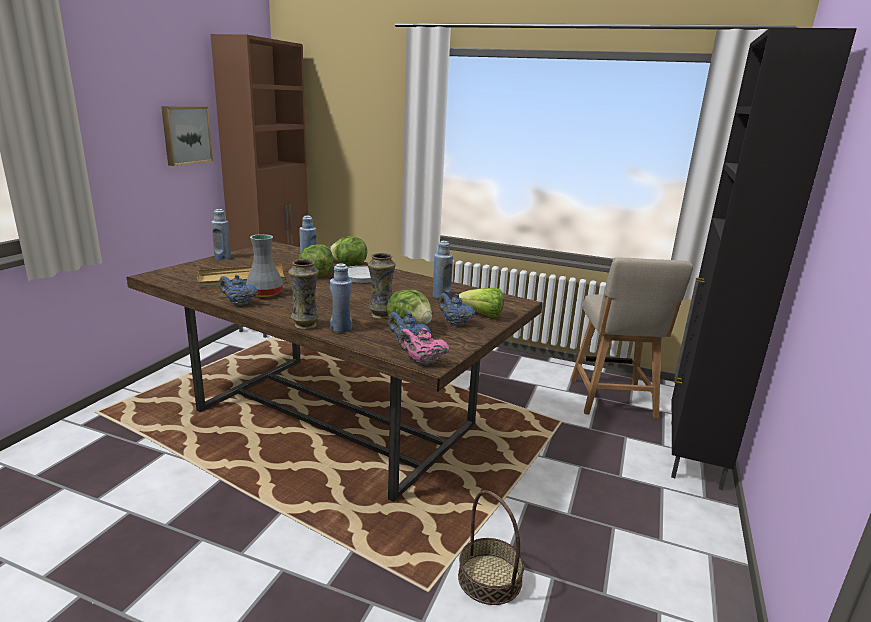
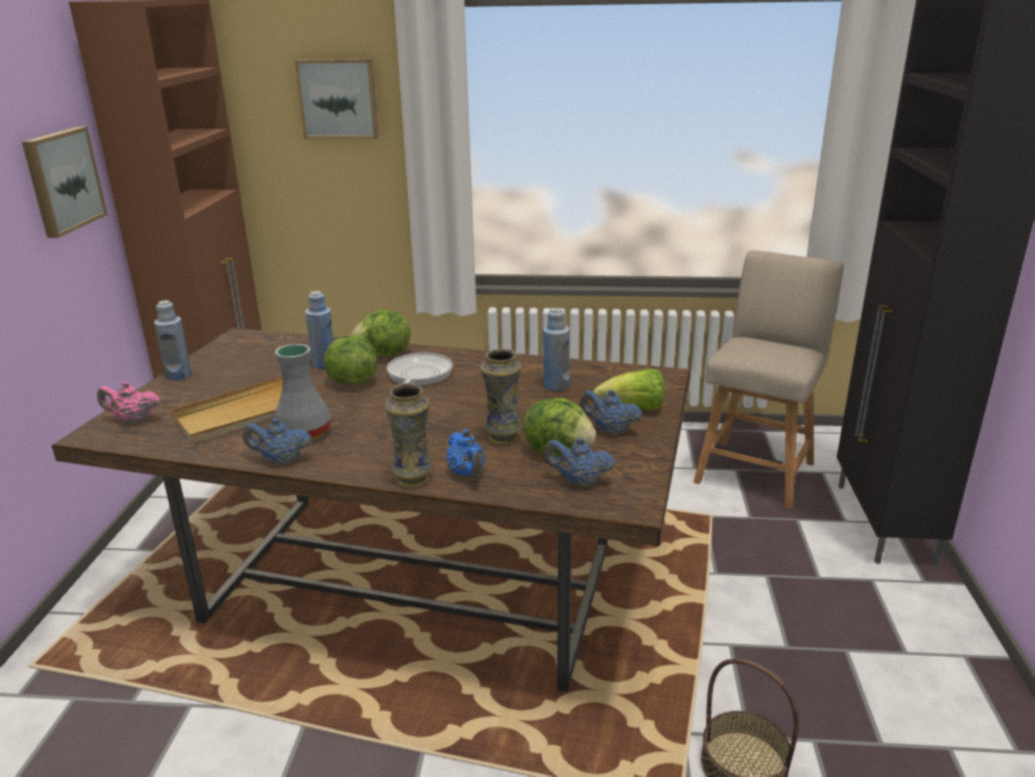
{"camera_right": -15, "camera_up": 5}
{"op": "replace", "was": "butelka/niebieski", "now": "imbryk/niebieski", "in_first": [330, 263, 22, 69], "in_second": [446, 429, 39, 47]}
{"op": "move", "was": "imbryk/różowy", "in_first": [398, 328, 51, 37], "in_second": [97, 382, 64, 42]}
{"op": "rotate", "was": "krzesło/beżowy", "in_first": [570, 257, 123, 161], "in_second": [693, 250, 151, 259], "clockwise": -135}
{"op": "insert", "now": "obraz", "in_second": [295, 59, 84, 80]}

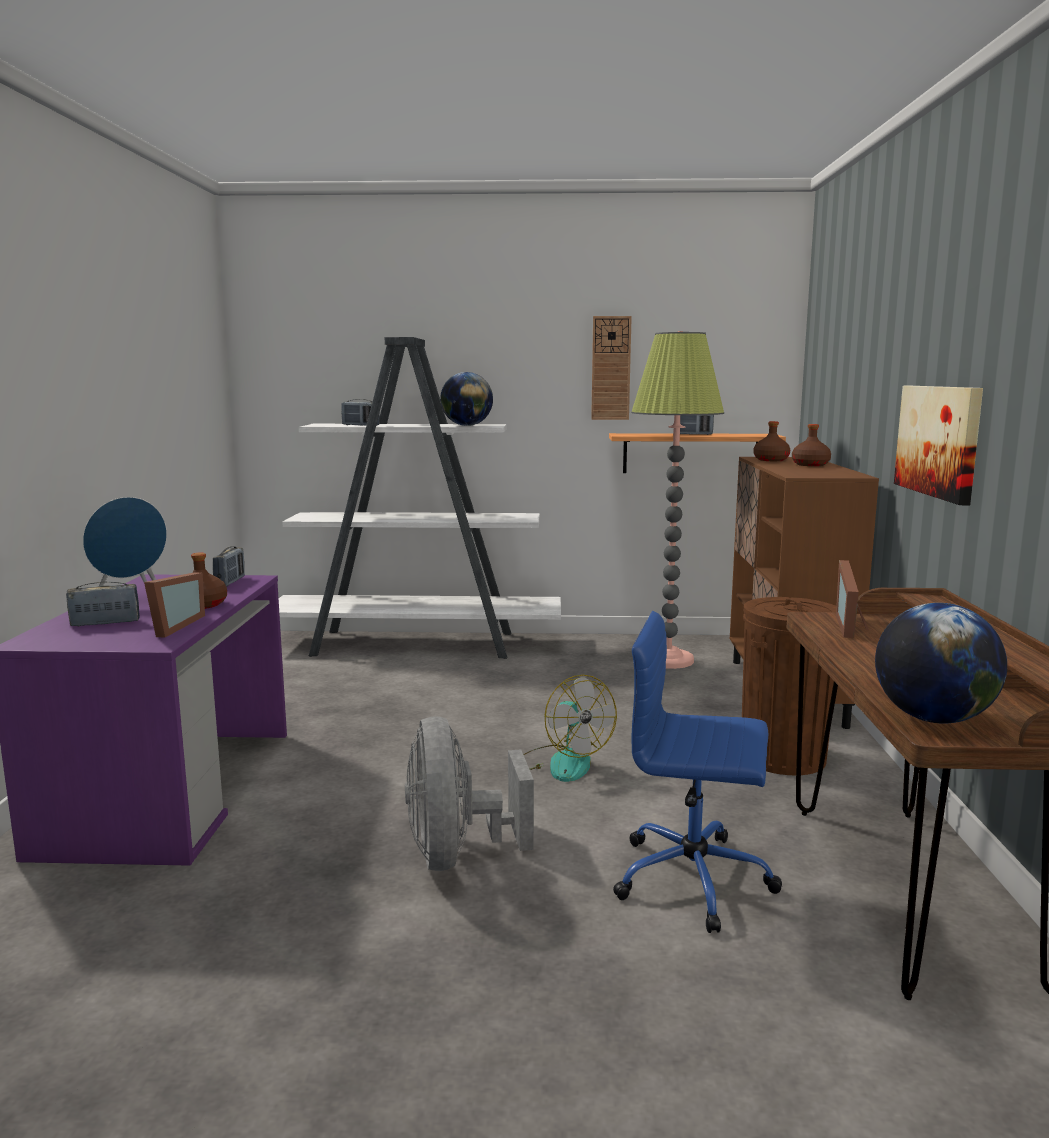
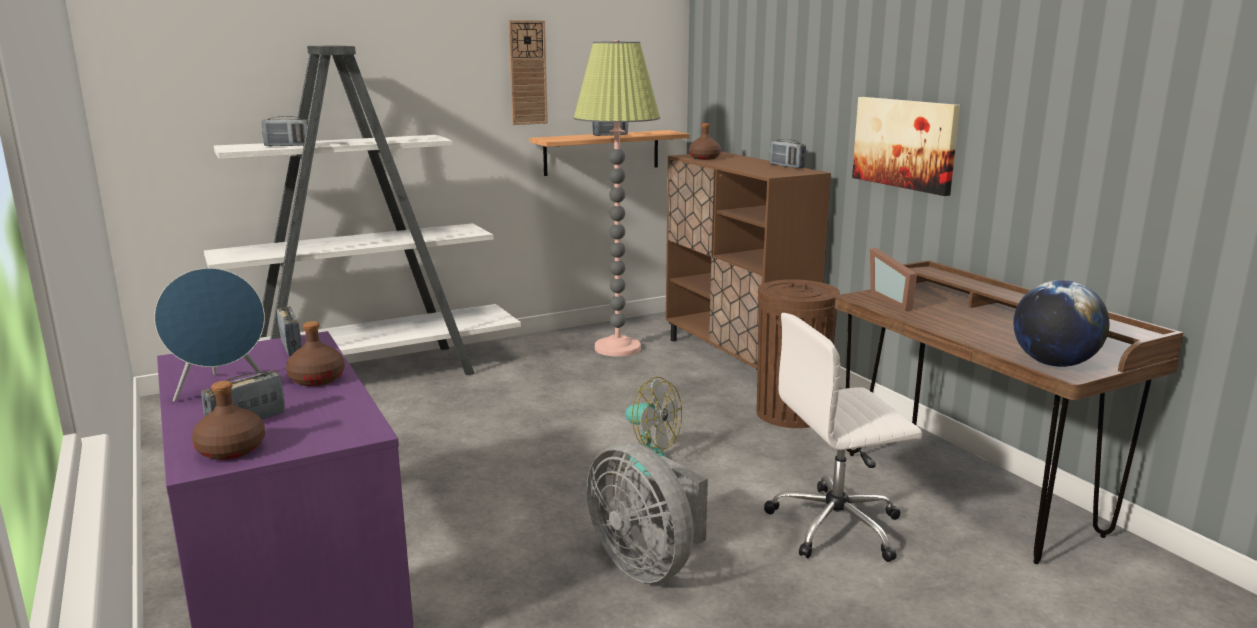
{"camera_right": -30, "camera_up": 5}
{"op": "delete", "was": "ramka na zdjęcie", "in_first": [144, 572, 61, 65]}
{"op": "delete", "was": "globus", "in_first": [440, 372, 53, 54]}
{"op": "recolor", "was": "krzesło biurowe/niebieski", "now": "krzesło biurowe/biały", "in_first": [613, 611, 169, 322], "in_second": [764, 313, 158, 249]}
{"op": "move", "was": "butelka/brązowy", "in_first": [792, 424, 39, 42], "in_second": [192, 381, 73, 79]}
{"op": "insert", "now": "radio", "in_second": [770, 139, 36, 29]}

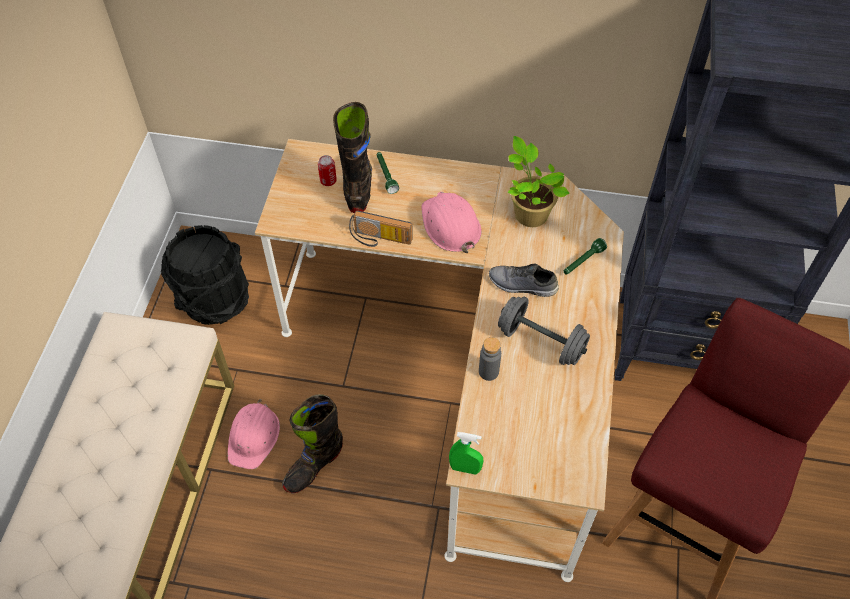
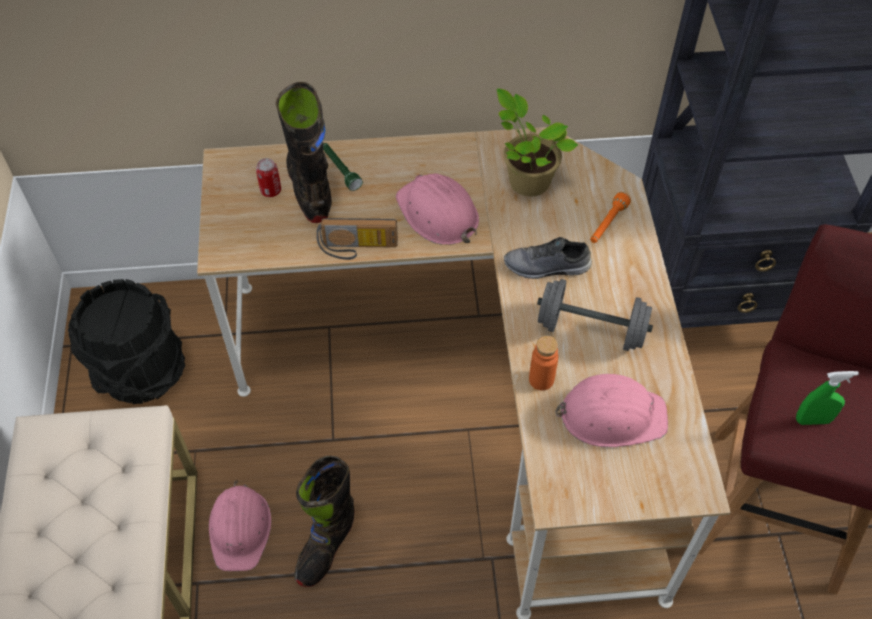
{"camera_right": -15, "camera_up": 0}
{"op": "move", "was": "spryskiwacz/zielony", "in_first": [449, 432, 34, 42], "in_second": [796, 371, 63, 54]}
{"op": "recolor", "was": "butelka/szary", "now": "butelka/pomarańczowy", "in_first": [479, 337, 22, 44], "in_second": [529, 336, 30, 55]}
{"op": "recolor", "was": "latarka/zielony", "now": "latarka/pomarańczowy", "in_first": [564, 238, 43, 37], "in_second": [590, 192, 41, 51]}
{"op": "insert", "now": "kask/różowy", "in_second": [555, 374, 113, 73]}

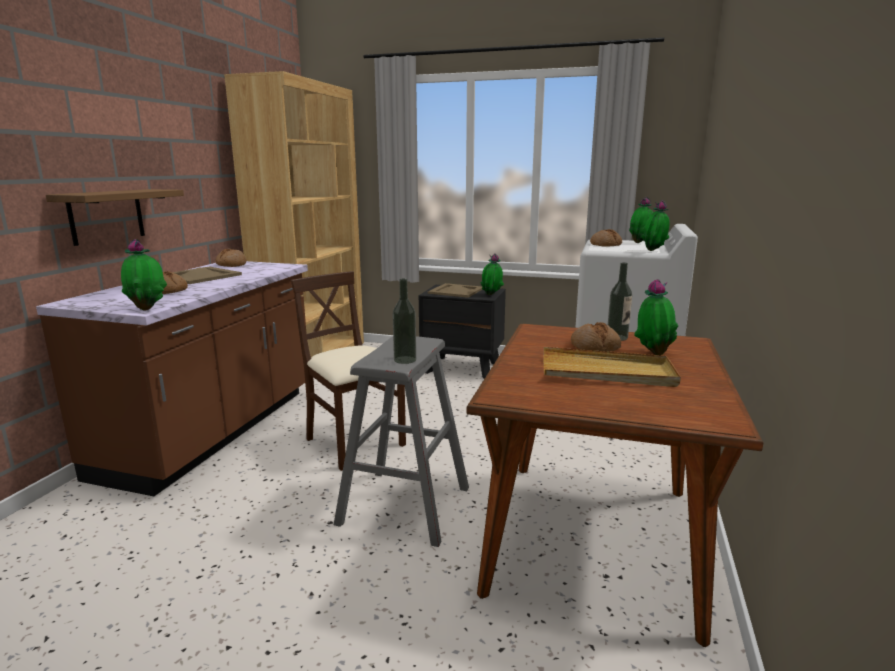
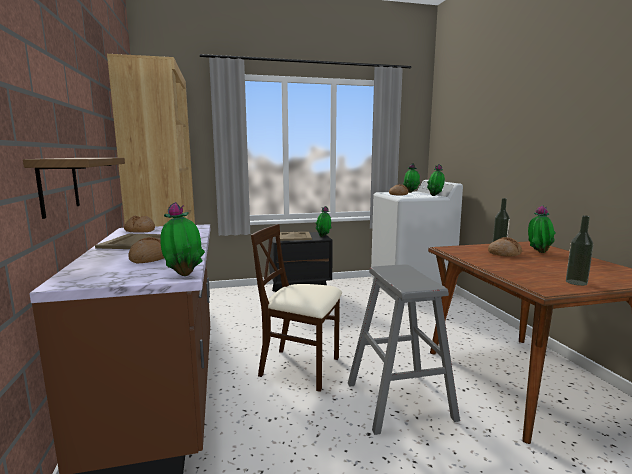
{"camera_right": -30, "camera_up": -5}
{"op": "move", "was": "butelka", "in_first": [393, 279, 23, 85], "in_second": [566, 216, 27, 70]}
{"op": "delete", "was": "taca/beżowy", "in_first": [544, 347, 137, 40]}

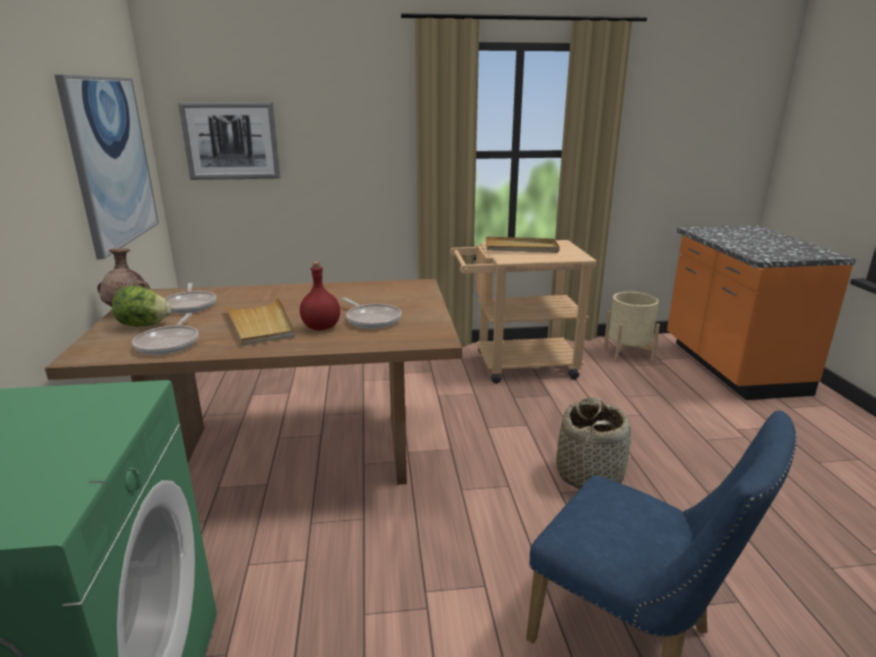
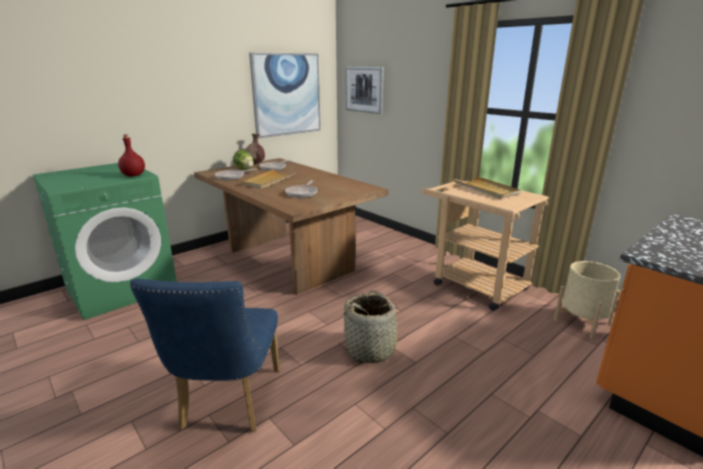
{"camera_right": 55, "camera_up": 0}
{"op": "move", "was": "butelka/czerwony", "in_first": [300, 262, 40, 69], "in_second": [118, 134, 27, 42]}

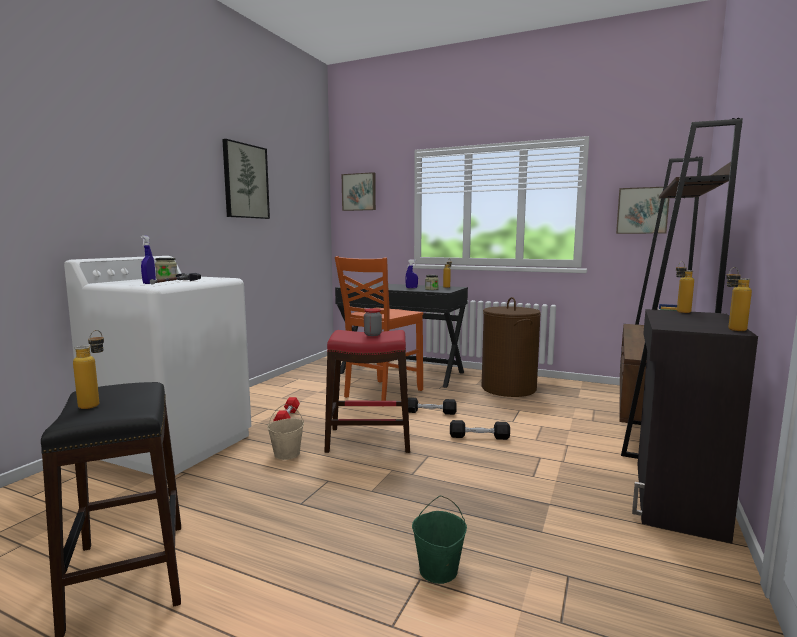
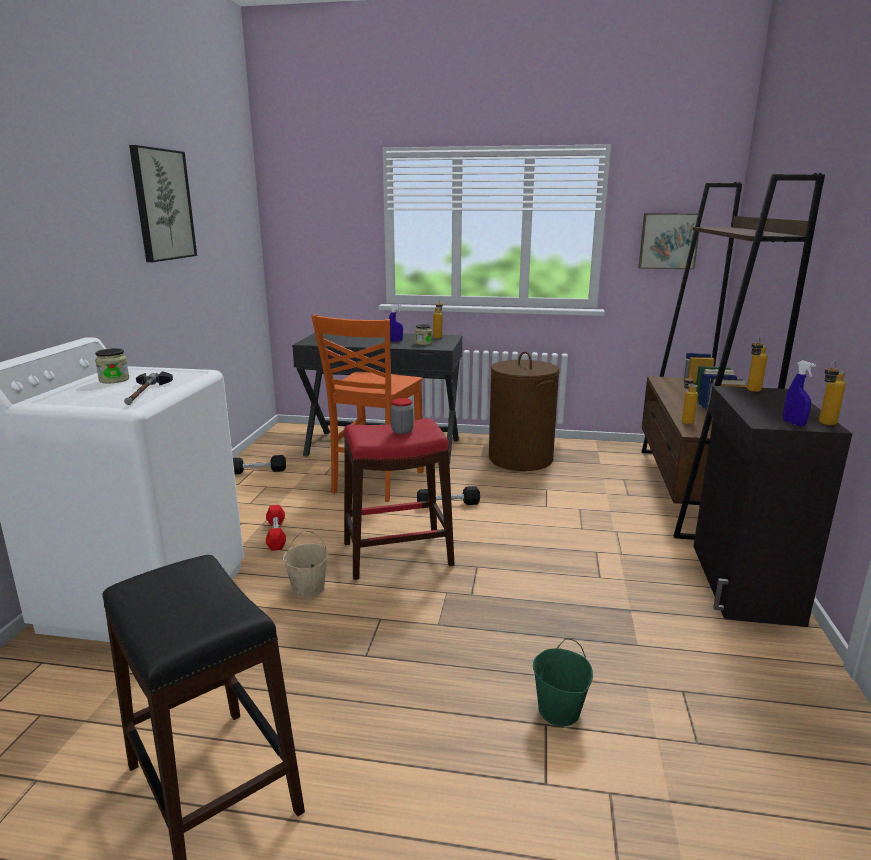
{"camera_right": -15, "camera_up": 10}
{"op": "move", "was": "butelka", "in_first": [73, 330, 31, 79], "in_second": [682, 374, 16, 50]}
{"op": "move", "was": "spryskiwacz/niebieski", "in_first": [141, 235, 15, 49], "in_second": [783, 361, 33, 65]}
{"op": "delete", "was": "obraz", "in_first": [342, 172, 34, 39]}
{"op": "move", "was": "hantel/czarny", "in_first": [450, 420, 60, 20], "in_second": [233, 455, 53, 19]}

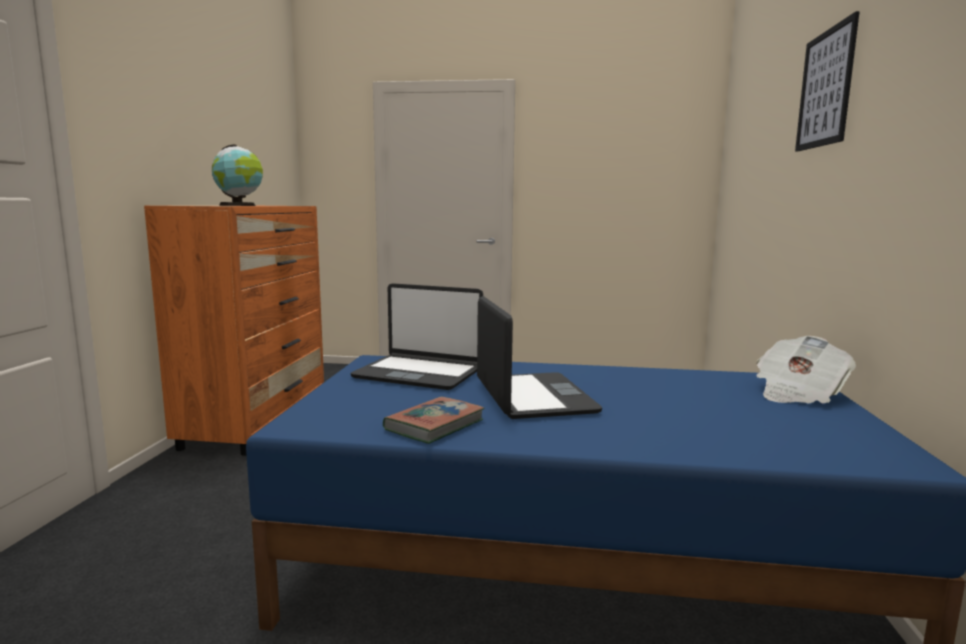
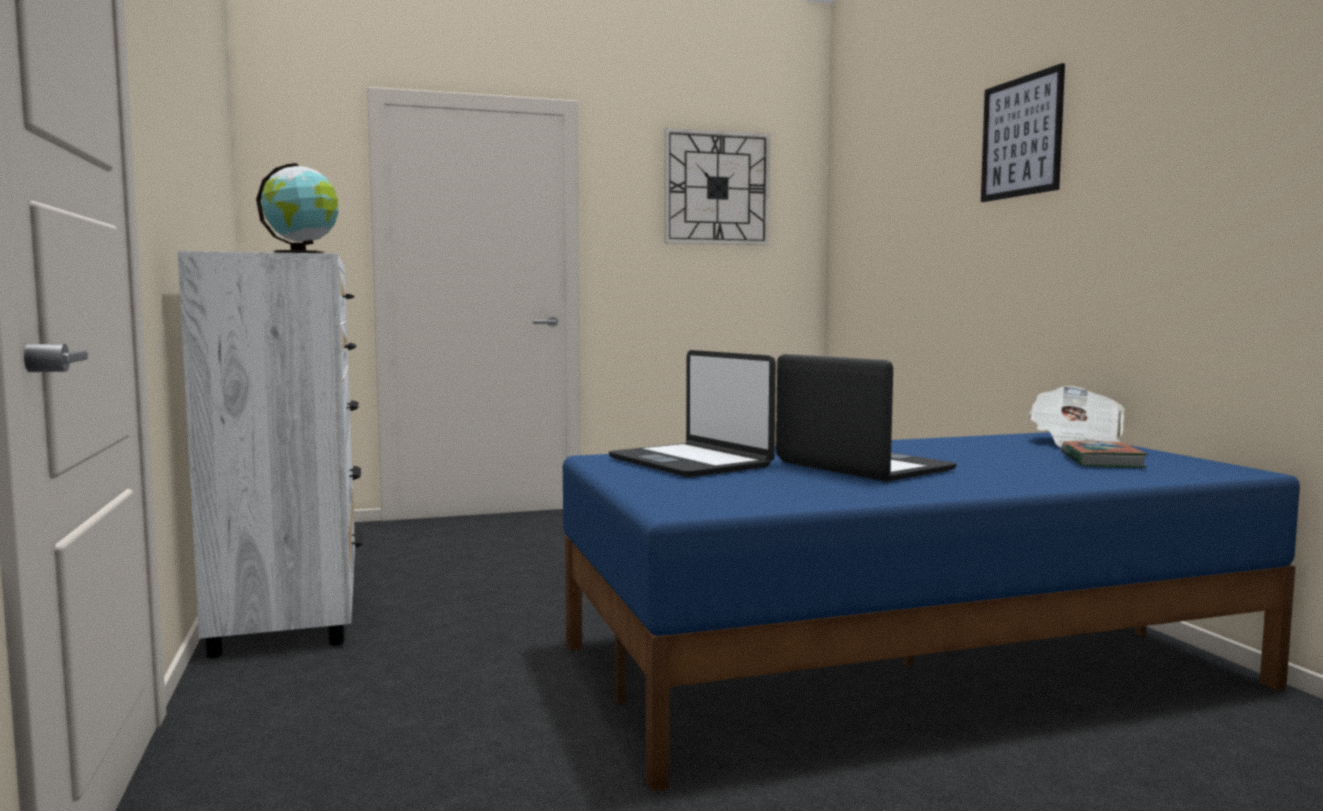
{"camera_right": -25, "camera_up": -5}
{"op": "recolor", "was": "komoda/pomarańczowy", "now": "komoda/biały", "in_first": [144, 205, 180, 251], "in_second": [178, 251, 185, 407]}
{"op": "rotate", "was": "laptop", "in_first": [350, 283, 133, 107], "in_second": [609, 350, 167, 127], "clockwise": 60}
{"op": "move", "was": "książka", "in_first": [383, 397, 101, 47], "in_second": [1061, 441, 87, 27]}
{"op": "insert", "now": "zegar ścienny", "in_second": [664, 128, 106, 117]}

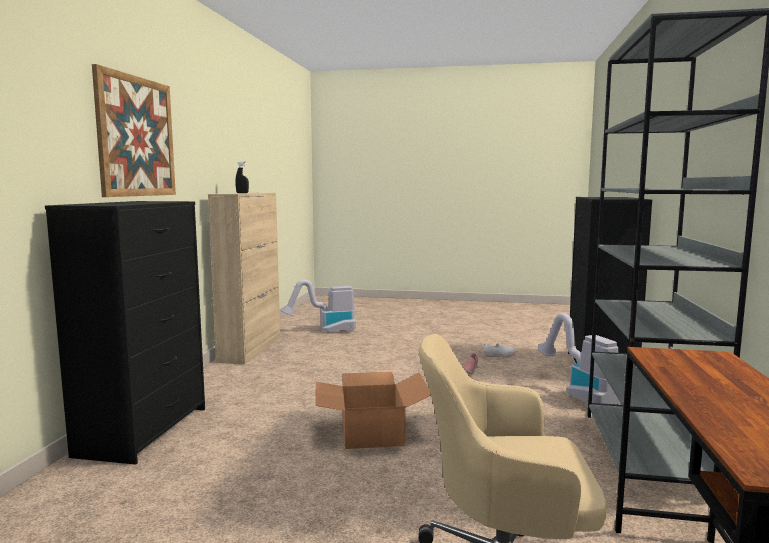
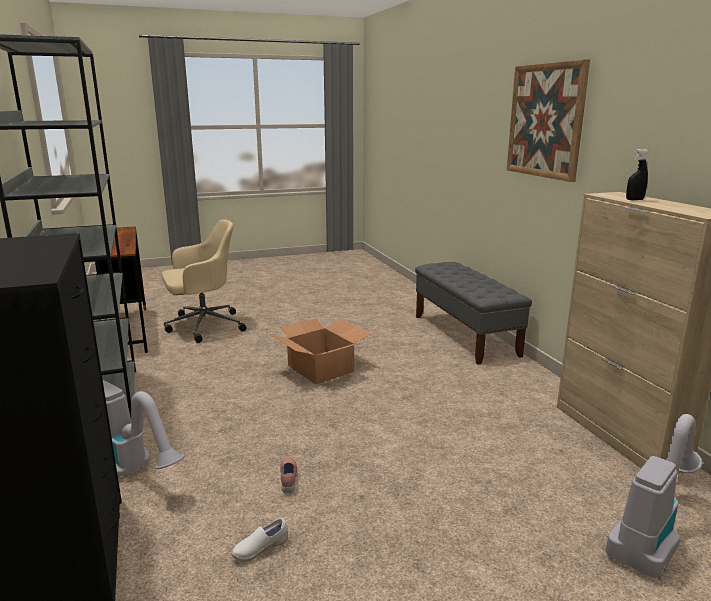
{"camera_right": 150, "camera_up": 10}
{"op": "replace", "was": "komoda/czarny", "now": "ławka/szary", "in_first": [45, 201, 160, 264], "in_second": [415, 262, 117, 102]}

